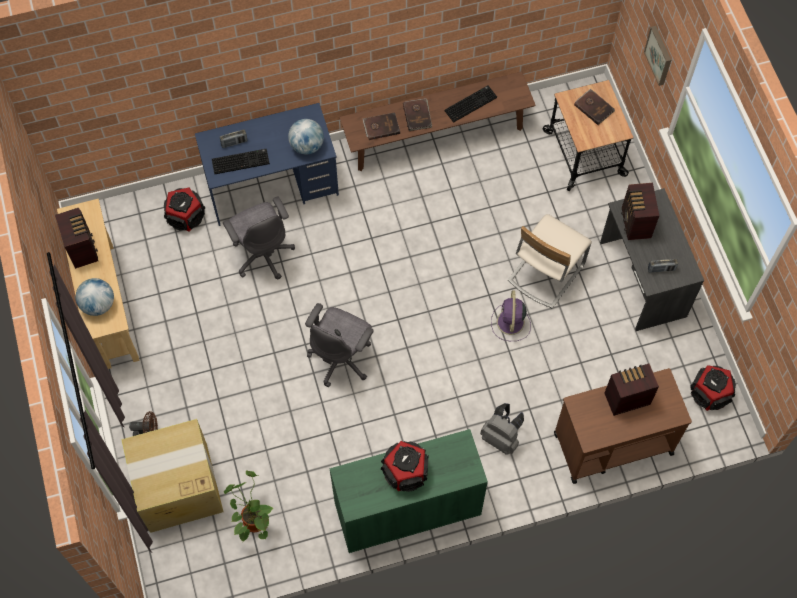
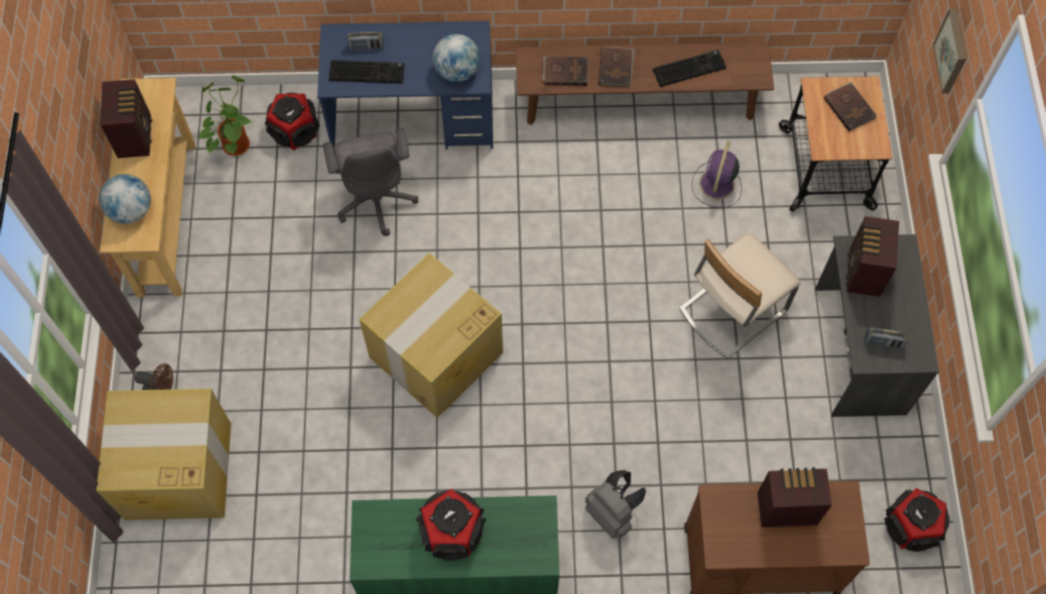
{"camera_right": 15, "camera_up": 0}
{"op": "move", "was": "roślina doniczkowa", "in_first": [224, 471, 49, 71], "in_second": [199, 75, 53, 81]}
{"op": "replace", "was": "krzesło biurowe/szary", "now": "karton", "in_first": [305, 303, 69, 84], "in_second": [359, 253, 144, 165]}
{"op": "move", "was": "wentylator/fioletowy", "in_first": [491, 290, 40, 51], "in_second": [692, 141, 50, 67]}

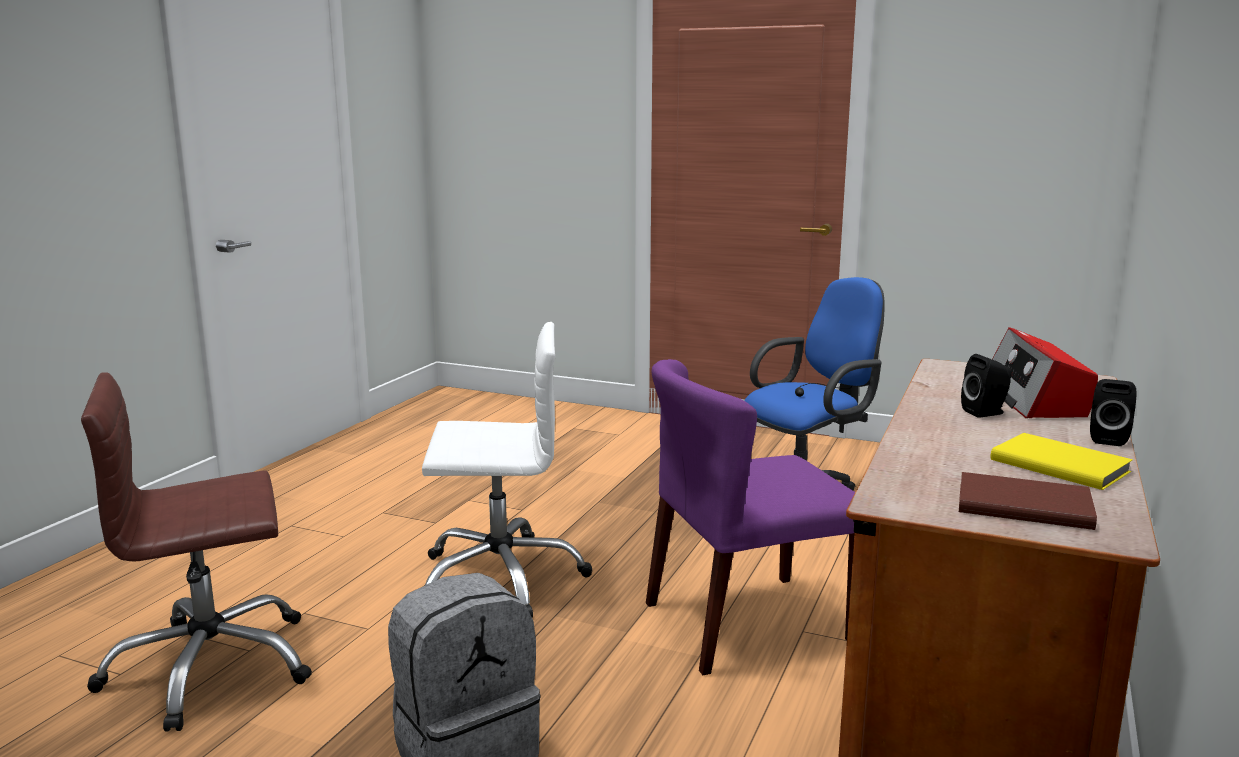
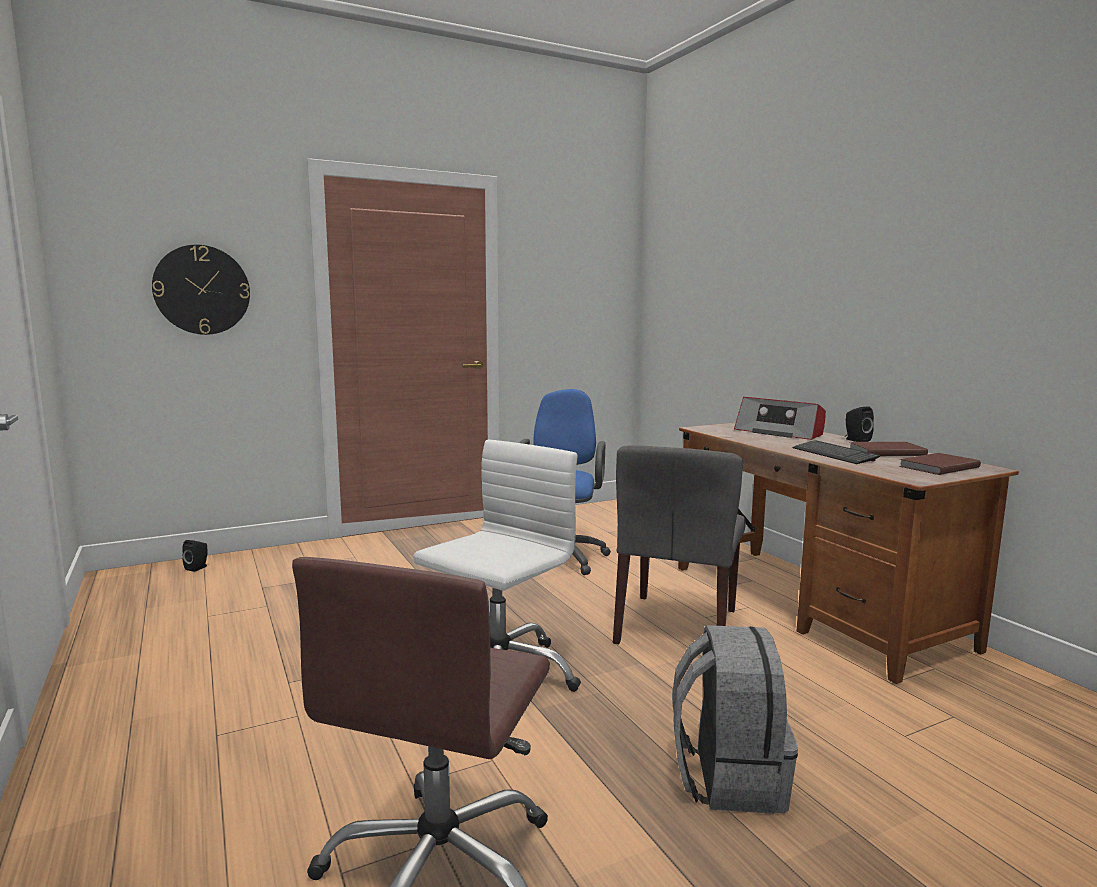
{"camera_right": -50, "camera_up": -5}
{"op": "recolor", "was": "krzesło/fioletowy", "now": "krzesło/szary", "in_first": [646, 359, 209, 316], "in_second": [613, 445, 133, 199]}
{"op": "move", "was": "głośnik/czarny", "in_first": [961, 354, 51, 64], "in_second": [182, 540, 26, 32]}
{"op": "recolor", "was": "książka/żółty", "now": "książka/brązowy", "in_first": [990, 433, 143, 57], "in_second": [850, 442, 78, 14]}
{"op": "insert", "now": "zegar ścienny", "in_second": [152, 245, 98, 90]}
{"op": "insert", "now": "klawiatura", "in_second": [792, 440, 88, 24]}

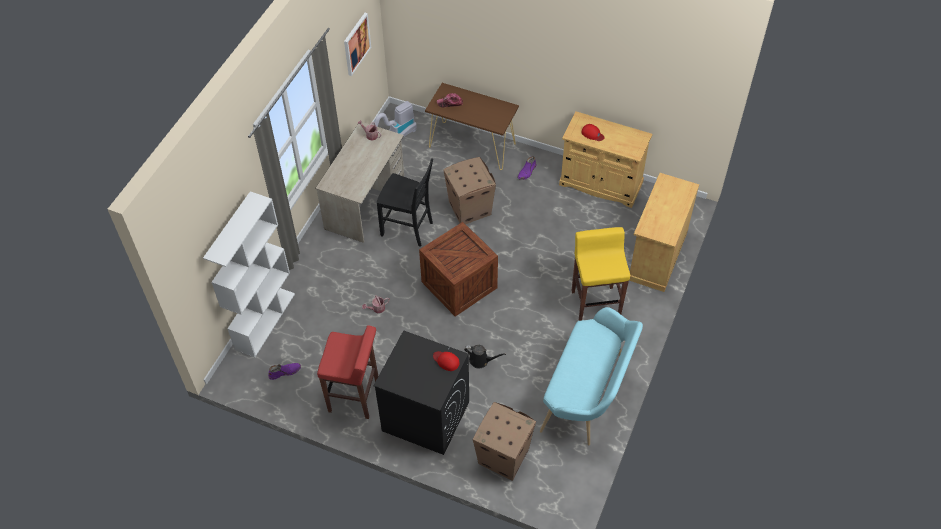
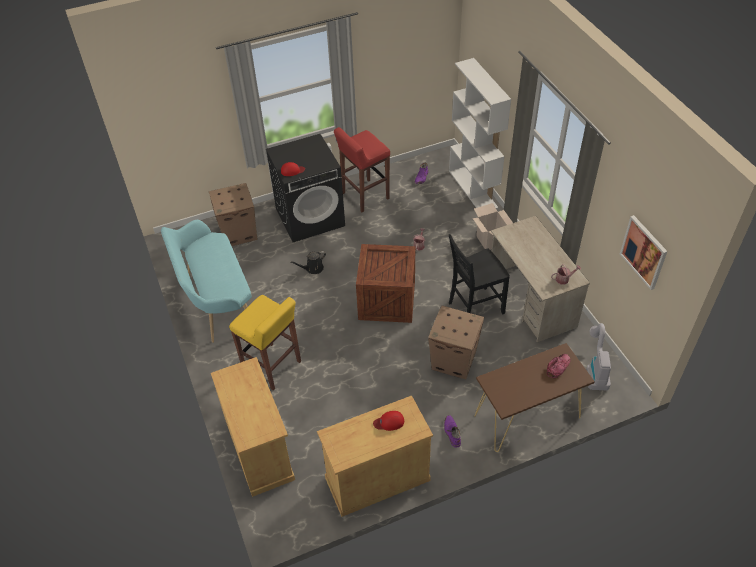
{"camera_right": 135, "camera_up": -5}
{"op": "insert", "now": "karton", "in_second": [472, 203, 41, 47]}

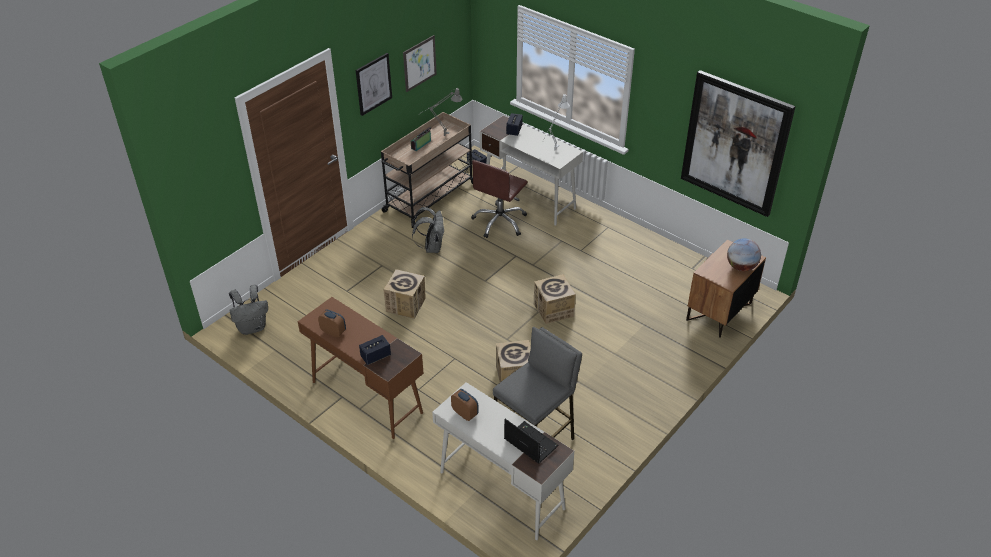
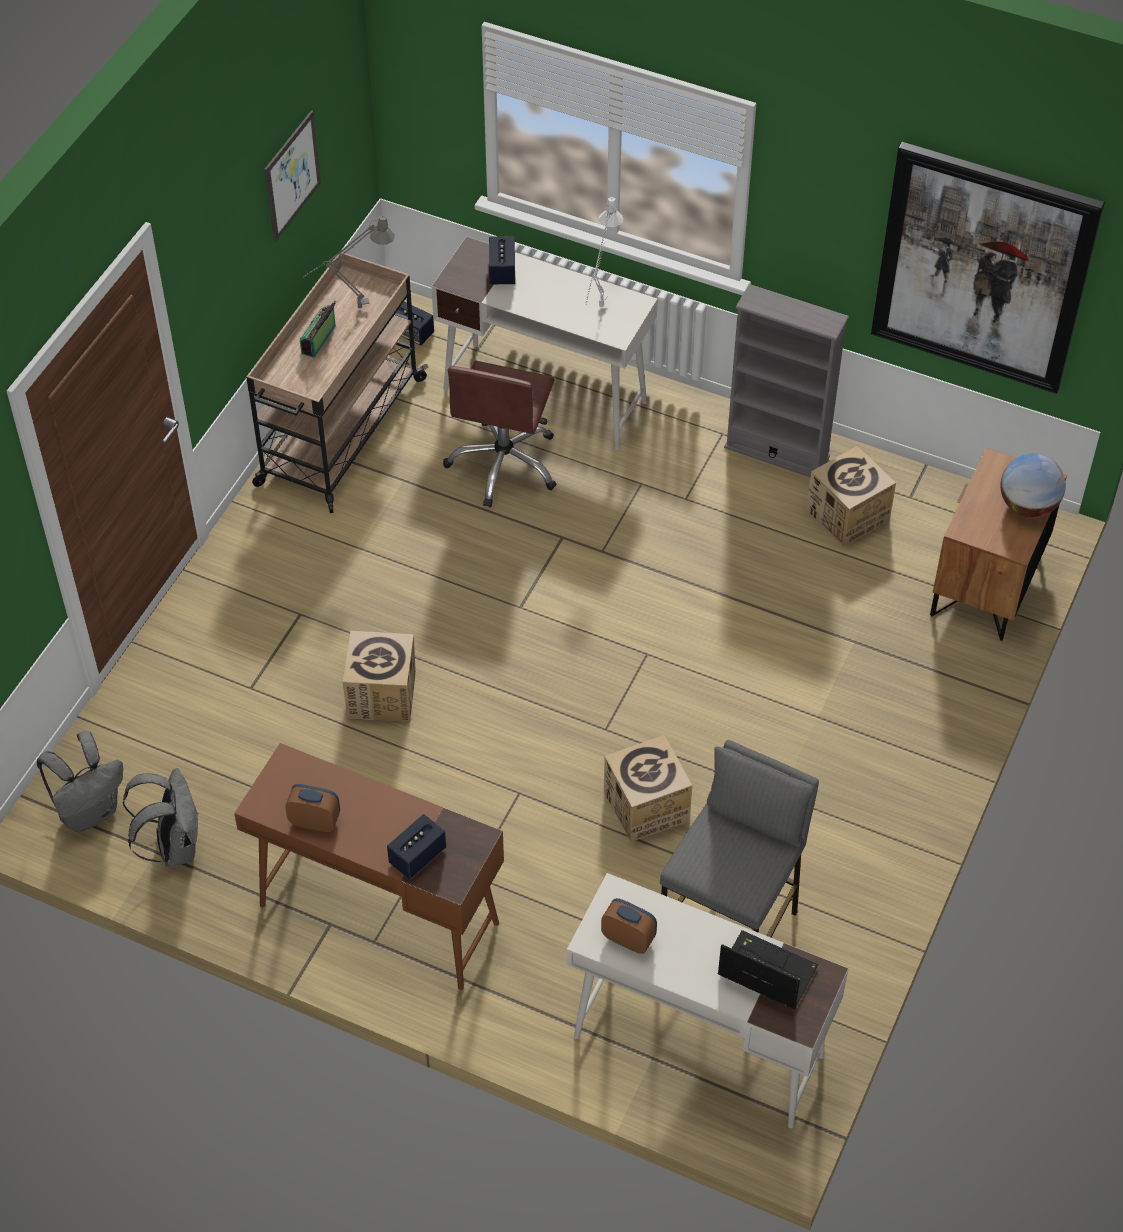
{"camera_right": -15, "camera_up": 10}
{"op": "delete", "was": "obraz", "in_first": [356, 53, 36, 63]}
{"op": "move", "was": "plecak/szary", "in_first": [412, 207, 33, 46], "in_second": [123, 768, 76, 99]}
{"op": "move", "was": "karton", "in_first": [534, 274, 42, 50], "in_second": [806, 446, 90, 101]}
{"op": "insert", "now": "regał/szary", "in_second": [724, 284, 125, 193]}

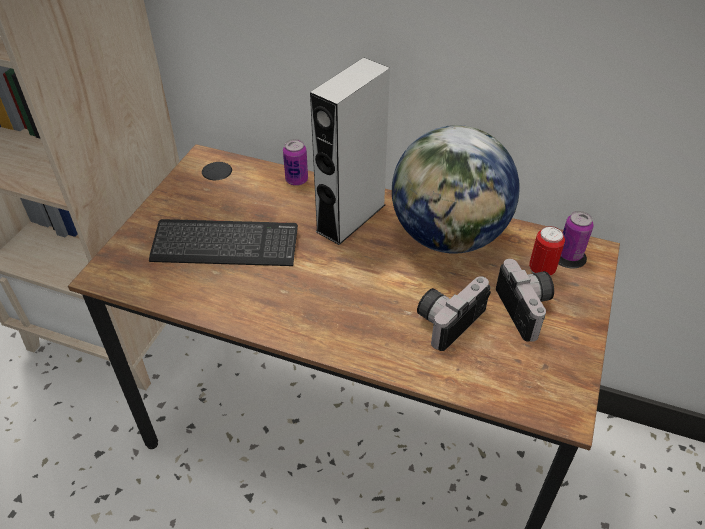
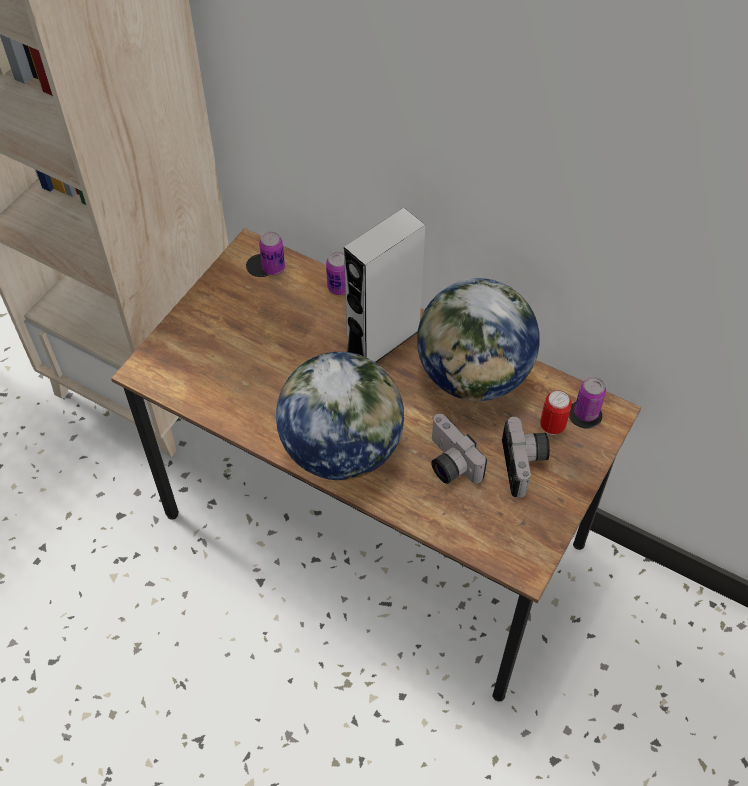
{"camera_right": 10, "camera_up": 10}
{"op": "delete", "was": "klawiatura", "in_first": [149, 219, 149, 47]}
{"op": "rotate", "was": "aparat fotograficzny", "in_first": [417, 276, 74, 75], "in_second": [431, 414, 56, 70], "clockwise": -90}
{"op": "insert", "now": "puszka", "in_second": [259, 232, 26, 43]}
{"op": "insert", "now": "globus", "in_second": [276, 352, 128, 128]}

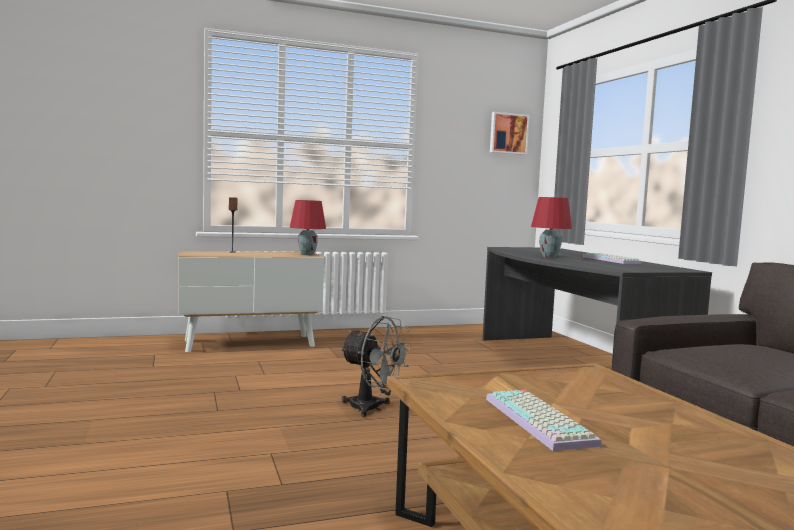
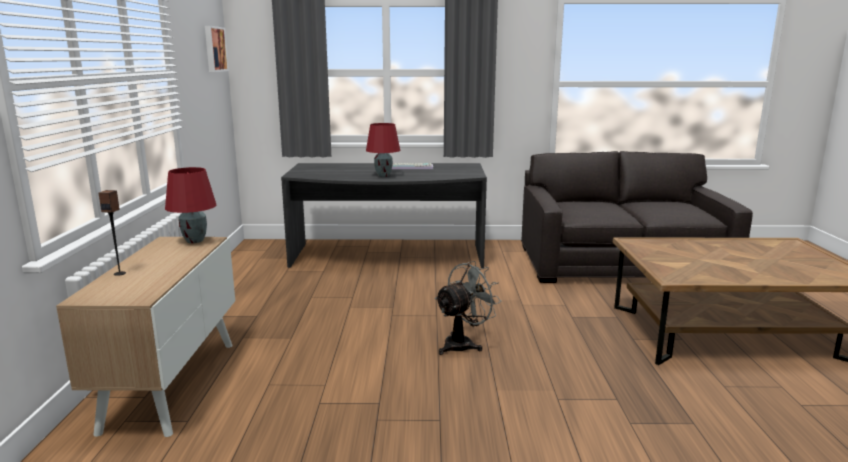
{"camera_right": -70, "camera_up": 10}
{"op": "delete", "was": "klawiatura", "in_first": [486, 390, 116, 61]}

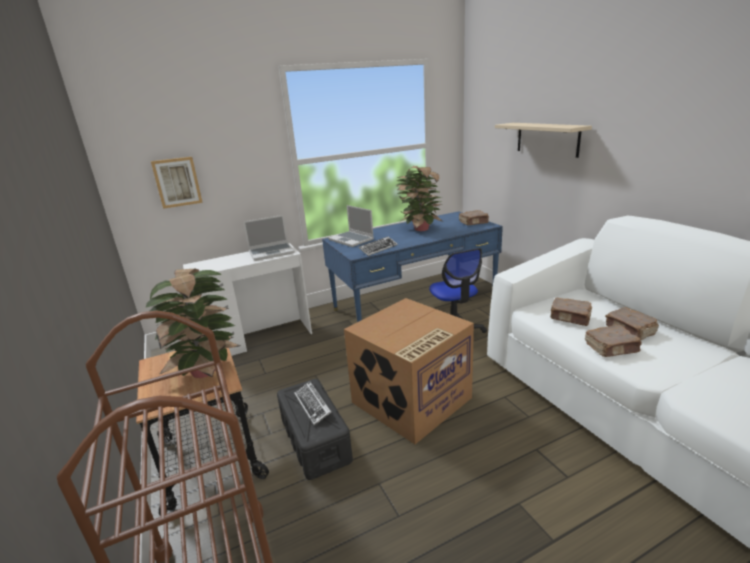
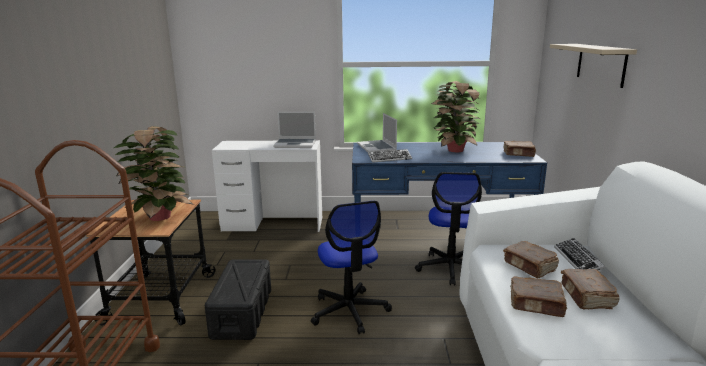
{"camera_right": 25, "camera_up": -5}
{"op": "delete", "was": "obraz", "in_first": [151, 157, 52, 52]}
{"op": "move", "was": "klawiatura", "in_first": [294, 381, 37, 45], "in_second": [554, 238, 52, 32]}
{"op": "replace", "was": "karton", "now": "krzesło biurowe", "in_first": [344, 298, 130, 146], "in_second": [311, 201, 81, 133]}

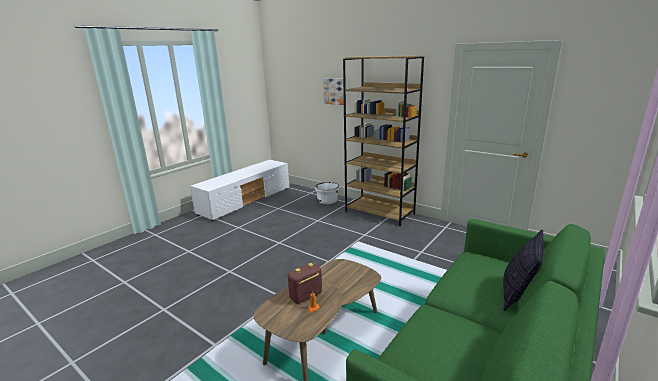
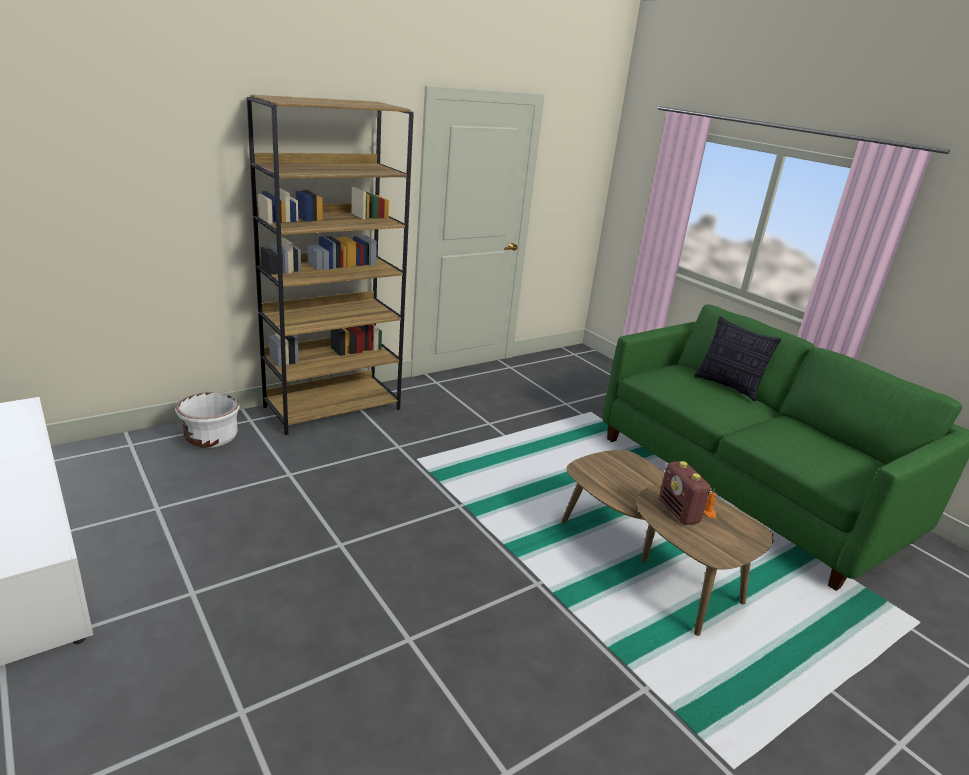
{"camera_right": -75, "camera_up": 5}
{"op": "delete", "was": "obraz", "in_first": [323, 78, 21, 27]}

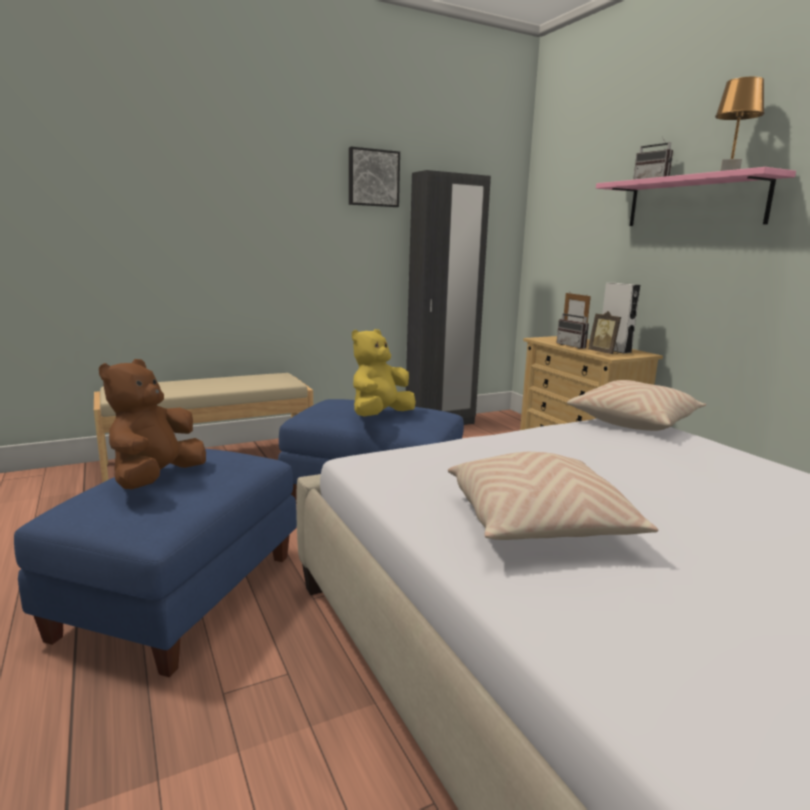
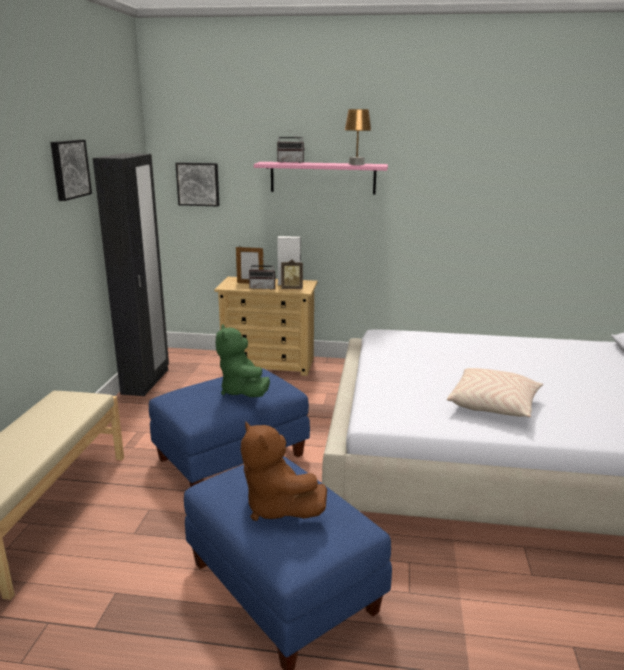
{"camera_right": -55, "camera_up": 5}
{"op": "recolor", "was": "pluszak/żółty", "now": "pluszak/zielony", "in_first": [352, 329, 64, 87], "in_second": [216, 324, 54, 73]}
{"op": "delete", "was": "poduszka/beżowy", "in_first": [567, 380, 139, 51]}
{"op": "insert", "now": "obraz", "in_second": [175, 162, 44, 45]}

